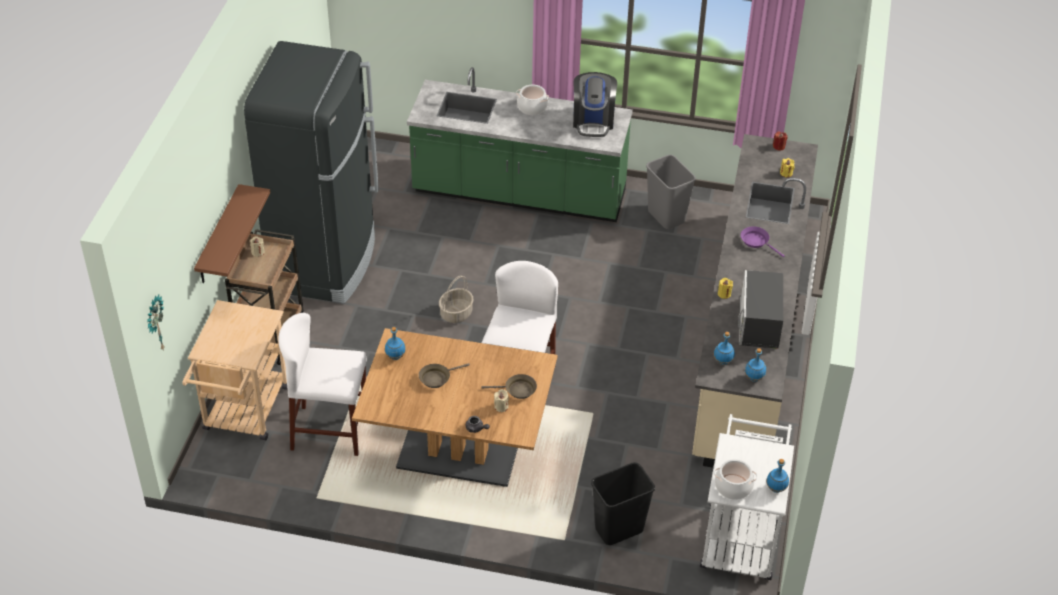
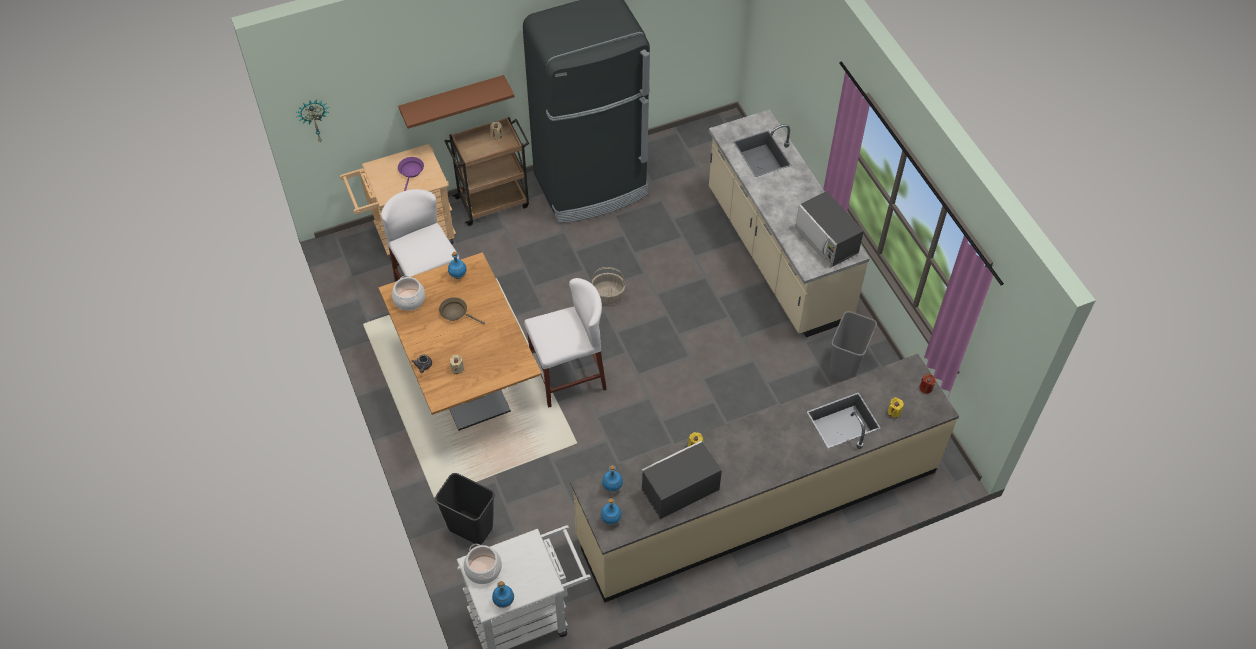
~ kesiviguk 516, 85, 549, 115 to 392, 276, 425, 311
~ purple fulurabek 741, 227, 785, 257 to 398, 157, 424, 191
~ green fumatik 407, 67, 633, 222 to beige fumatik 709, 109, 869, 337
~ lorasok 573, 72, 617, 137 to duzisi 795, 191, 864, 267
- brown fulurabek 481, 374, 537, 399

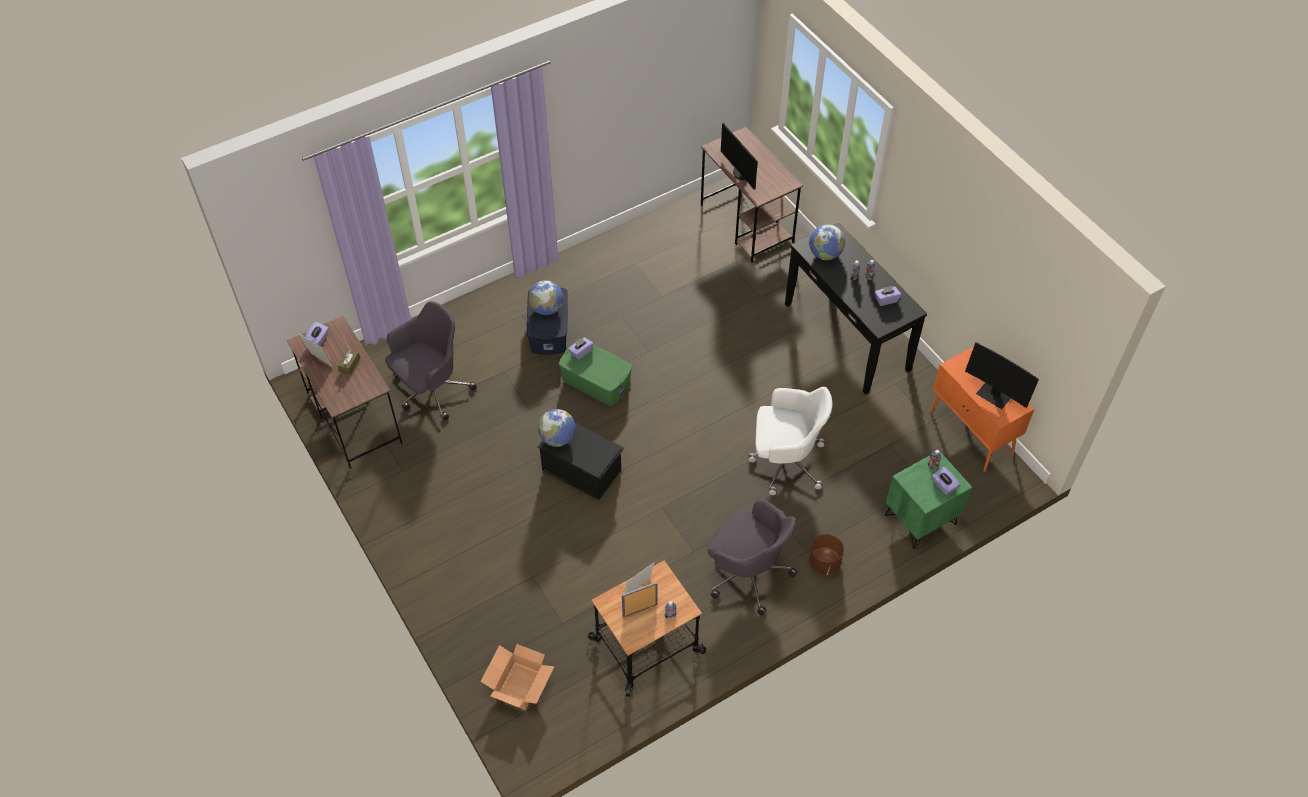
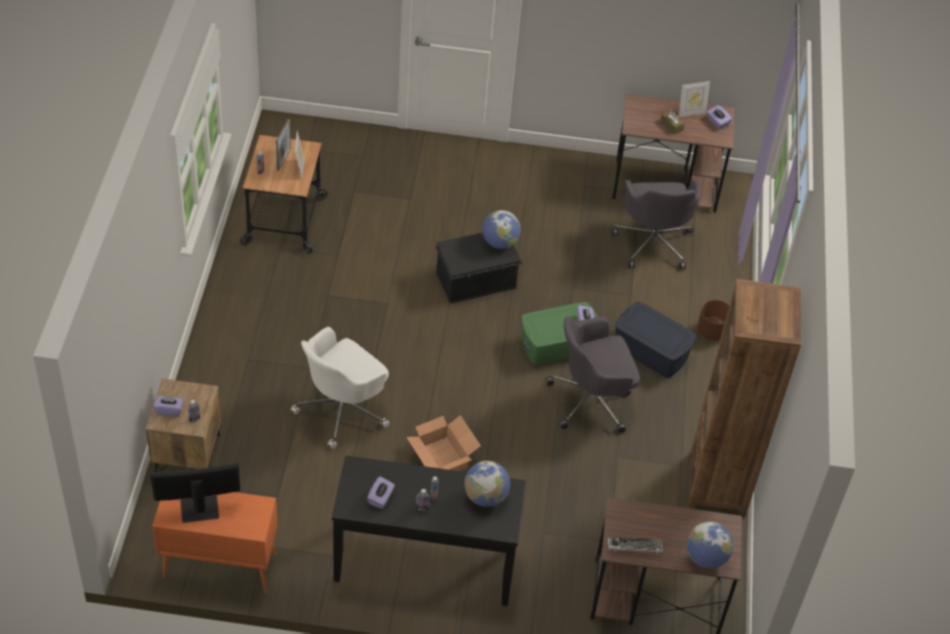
~ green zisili 885, 451, 972, 549 to brown zisili 146, 378, 221, 472
~ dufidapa 480, 644, 555, 710 to 406, 415, 481, 471
~ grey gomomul 708, 498, 798, 616 to 545, 316, 640, 433
+ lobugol 607, 537, 663, 554
~ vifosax 528, 280, 563, 315 to 686, 522, 734, 569
+ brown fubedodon 688, 279, 801, 516
~ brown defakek 809, 534, 844, 575 to 697, 300, 729, 341
- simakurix 721, 123, 758, 190

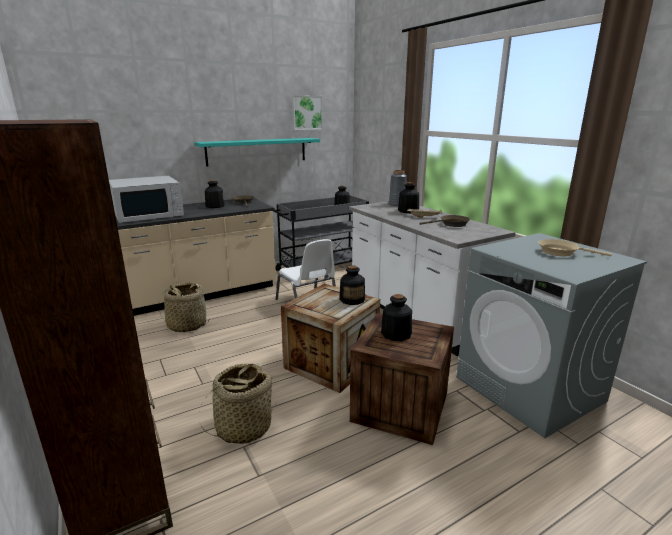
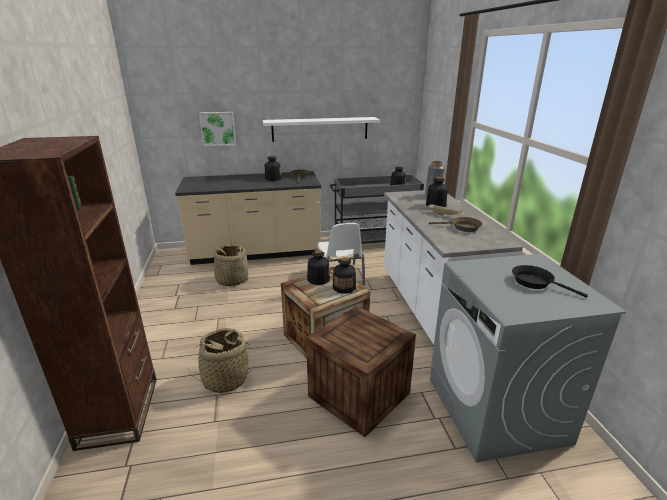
~ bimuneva 292, 95, 323, 130 to 199, 112, 236, 146
~ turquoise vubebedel 195, 138, 320, 167 to white vubebedel 263, 117, 380, 142
~ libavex 381, 294, 412, 341 to 307, 250, 330, 285
~ beige fulurabek 538, 239, 612, 256 to black fulurabek 512, 265, 588, 298
- white duzisi 109, 176, 184, 223

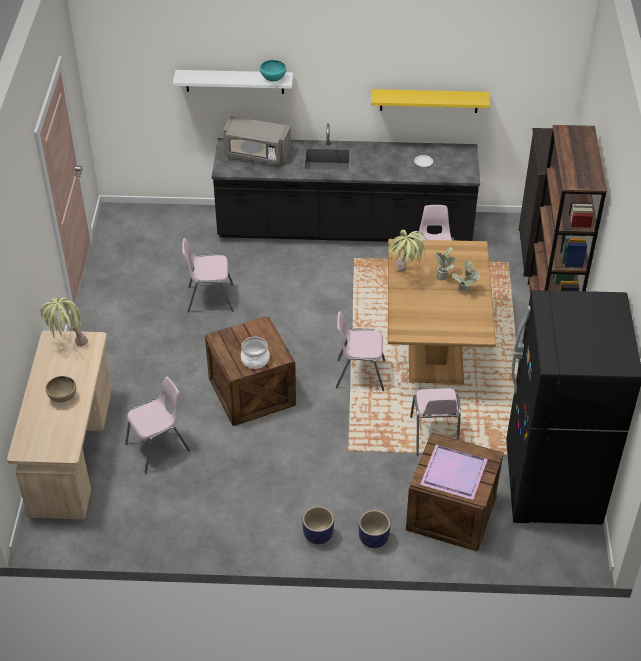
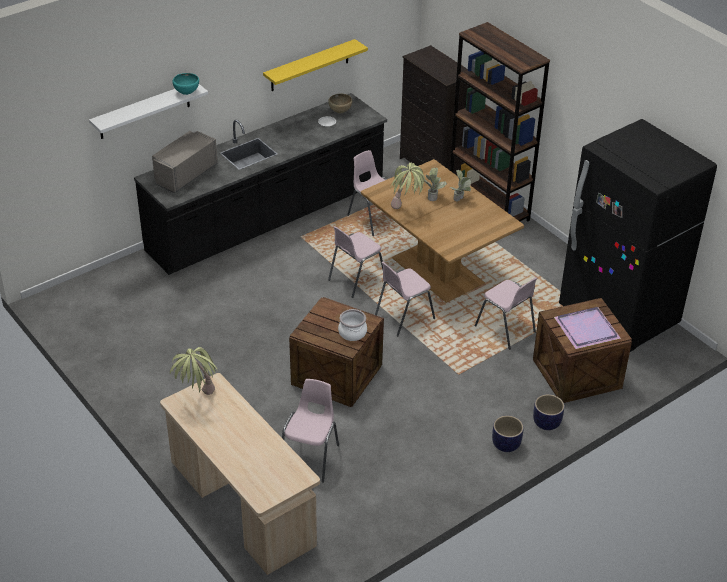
~ grey duzisi 223, 116, 291, 165 = 152, 131, 217, 193 150 degrees clockwise
~ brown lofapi 46, 376, 76, 403 to 328, 94, 352, 113
~ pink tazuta 182, 238, 234, 313 to 328, 226, 383, 298

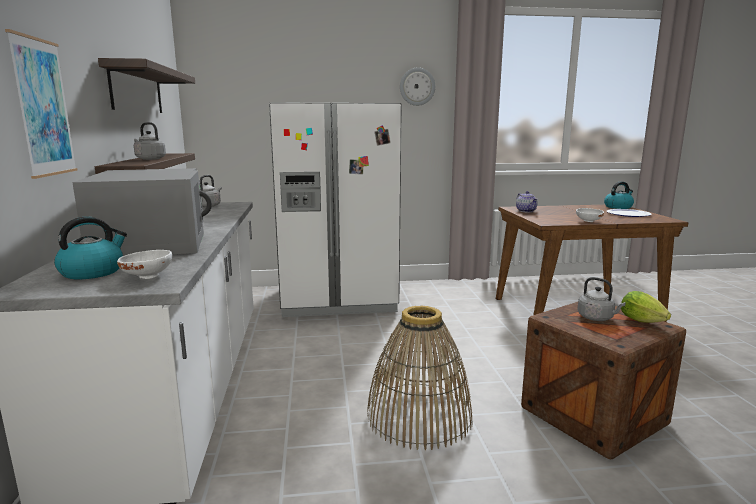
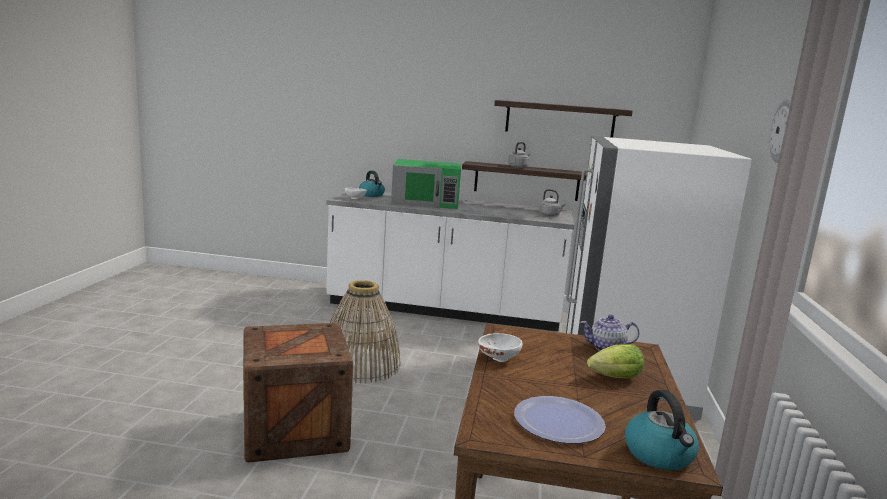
~ grey duzisi 72, 168, 212, 256 to green duzisi 391, 159, 461, 209
~ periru 621, 291, 671, 323 to 587, 344, 644, 378
- bimuneva 5, 29, 78, 179
- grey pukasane 577, 277, 626, 321

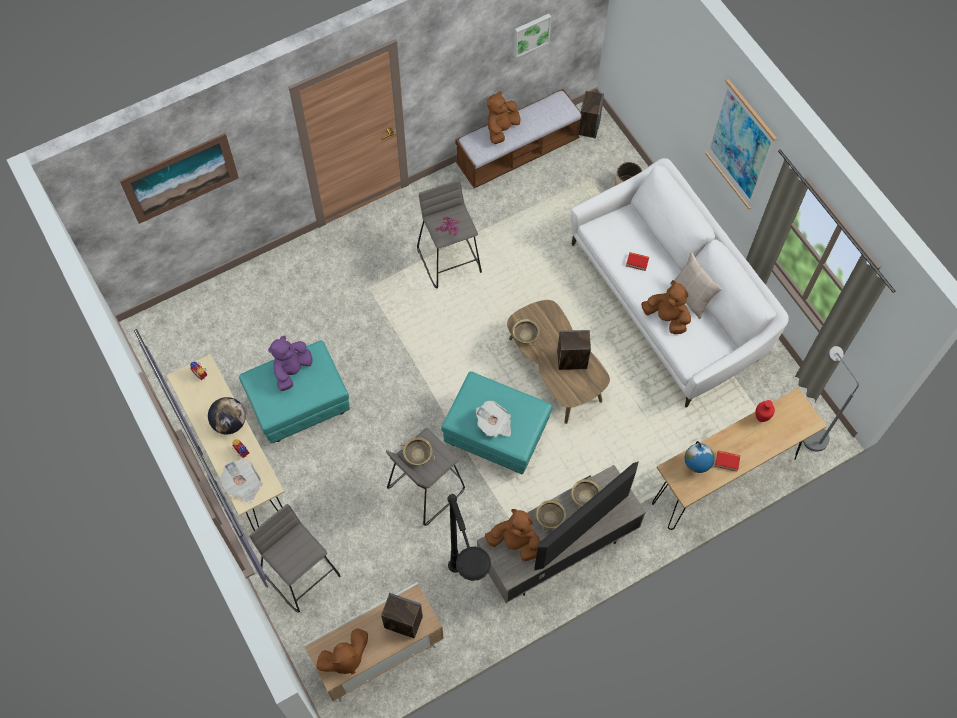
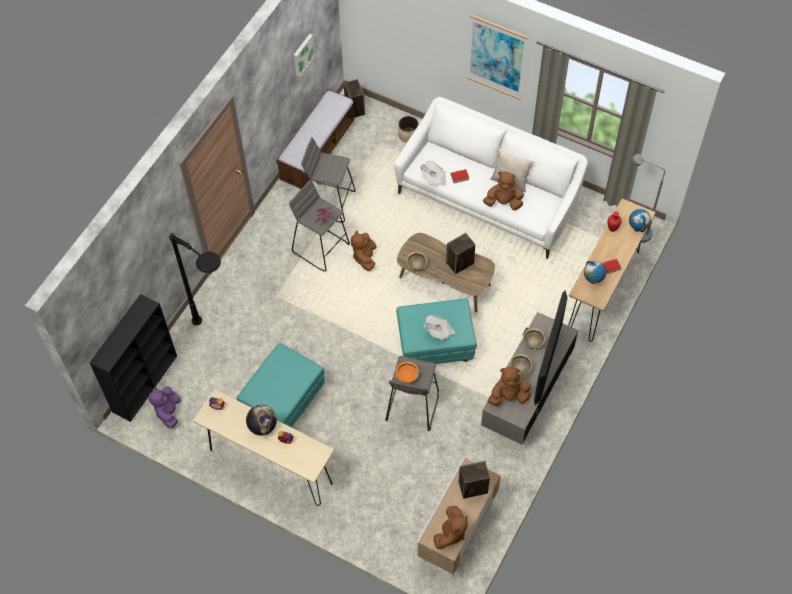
+ black fubedodon 89, 294, 177, 422
~ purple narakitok 268, 336, 312, 391 to 149, 386, 181, 428
~ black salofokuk 447, 494, 491, 581 to 169, 233, 221, 325
~ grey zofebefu 250, 504, 341, 613 to 301, 137, 356, 223
~ brown narakitok 487, 91, 520, 144 to 351, 230, 377, 271
~ beige lofapi 400, 437, 435, 466 to orange lofapi 393, 361, 422, 383
~ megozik 220, 459, 263, 503 to 420, 161, 446, 186
+ vifosax 629, 209, 651, 232
- bimuneva 119, 133, 239, 224

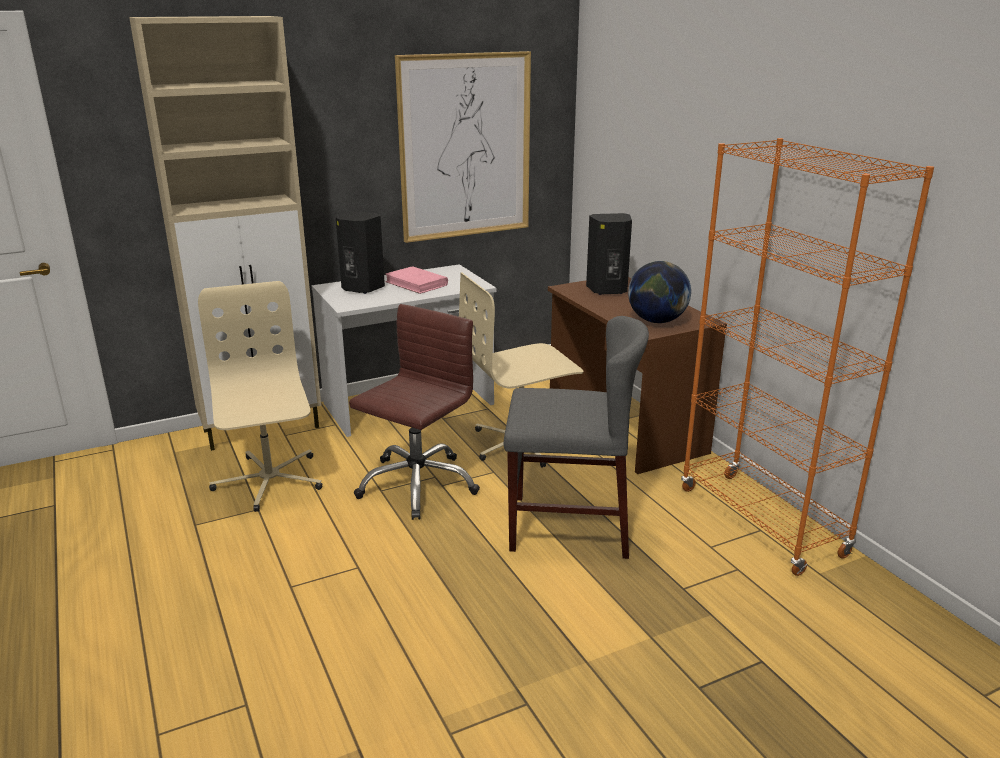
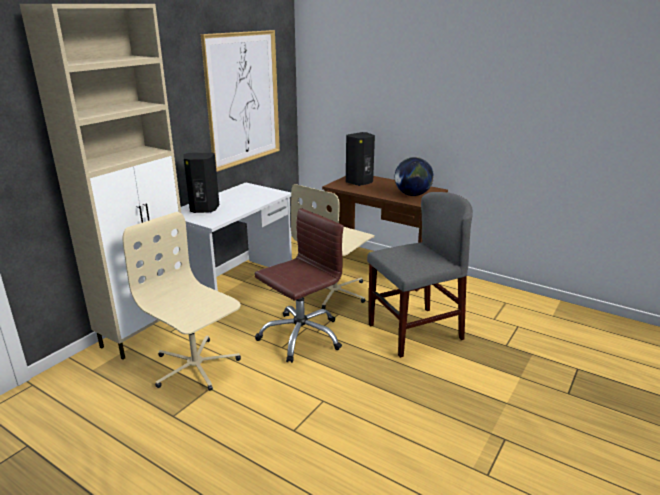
~ brown gomomul 349, 304, 480, 520 = 254, 208, 344, 363 45 degrees clockwise
- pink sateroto 385, 266, 448, 294
- orange fubedodon 681, 138, 934, 576

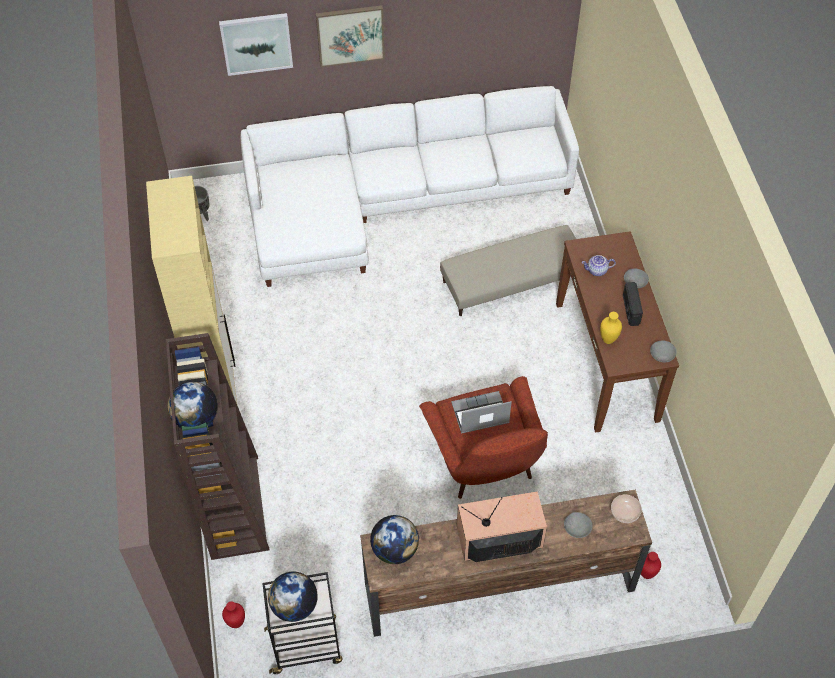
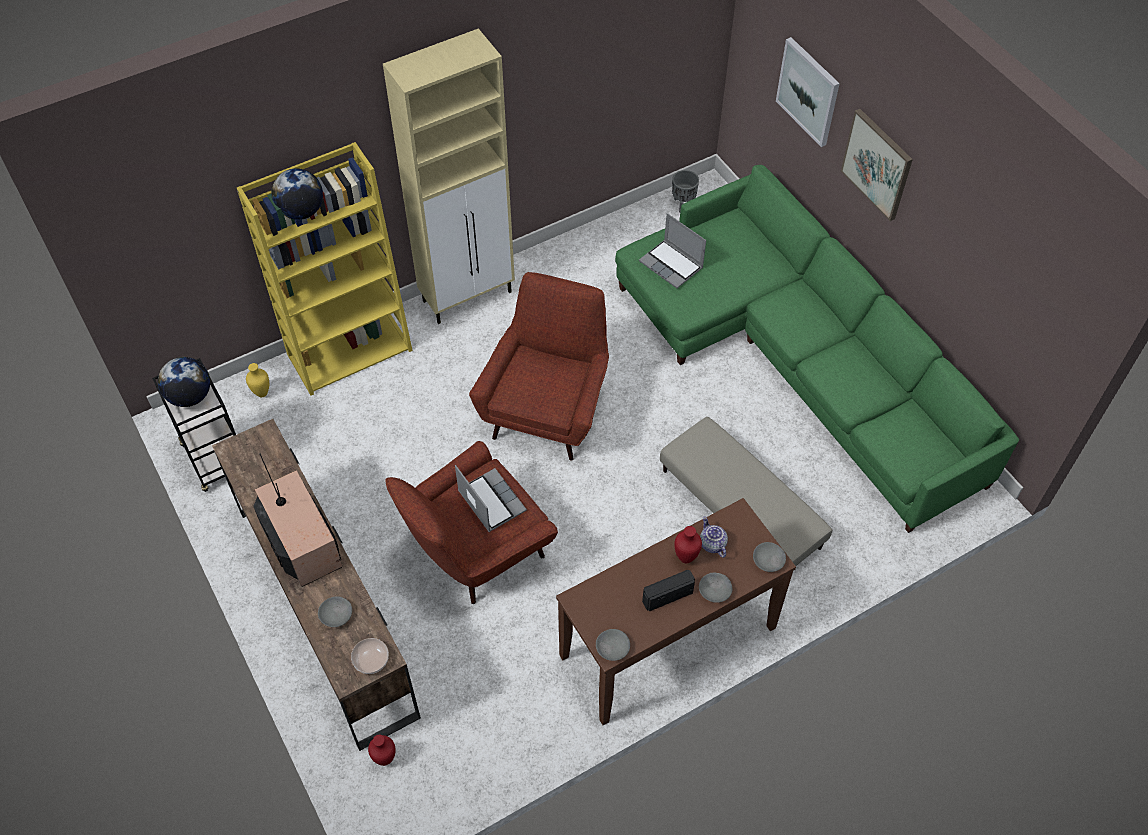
~ brown fubedodon 165, 333, 269, 560 to yellow fubedodon 237, 142, 413, 396
~ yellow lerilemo 600, 312, 622, 344 to 246, 363, 269, 398
+ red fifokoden 469, 272, 609, 461
~ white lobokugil 241, 86, 579, 287 to green lobokugil 615, 165, 1019, 533
+ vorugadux 639, 213, 706, 288
~ red lerilemo 222, 601, 245, 628 to 674, 526, 702, 563
+ grey lofapi 753, 542, 786, 572
- vifosax 370, 515, 419, 564

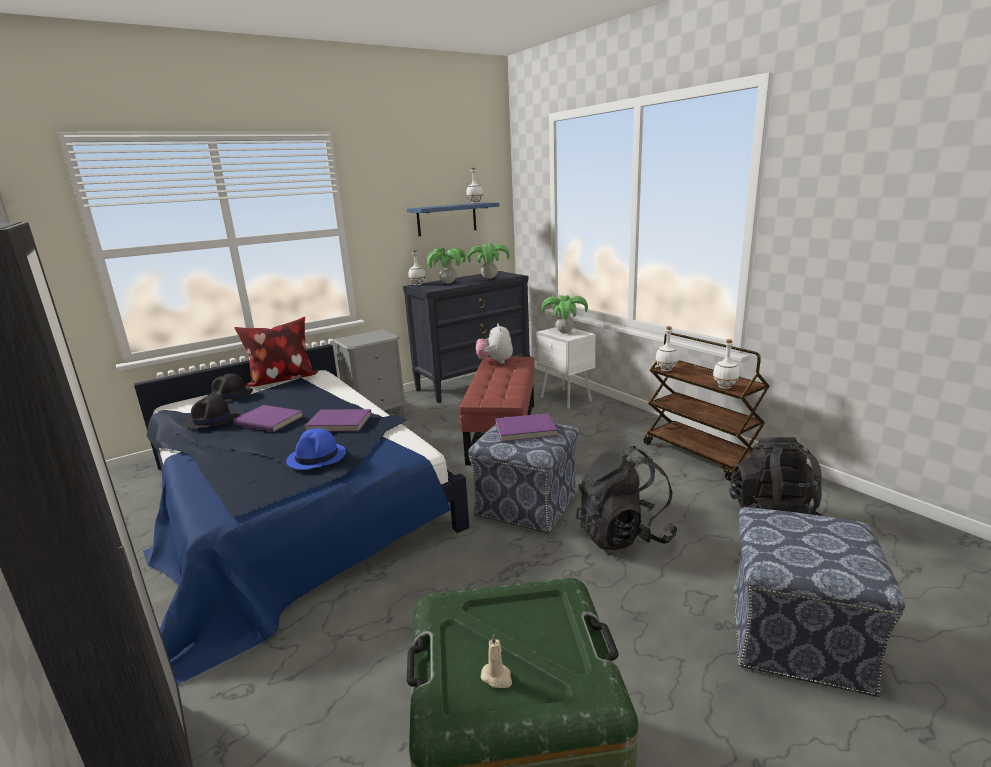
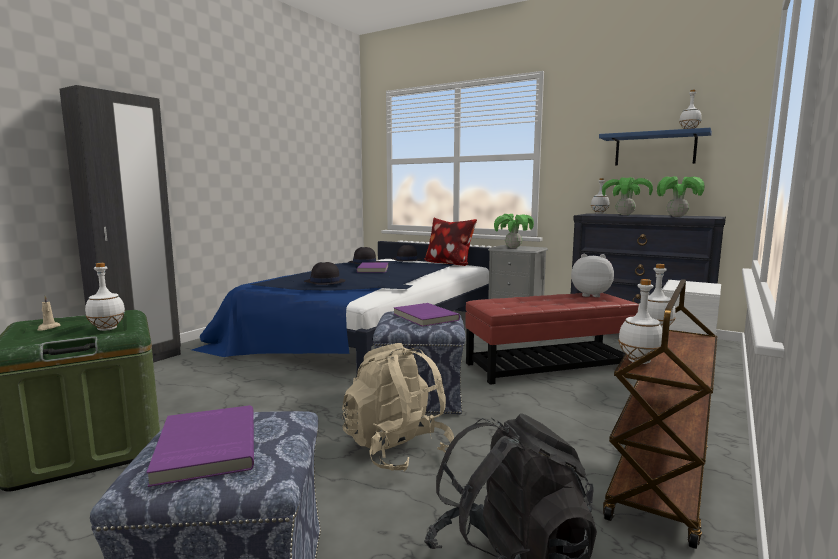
+ white libavex 85, 263, 125, 331
~ purple sateroto 305, 409, 372, 432 to 146, 405, 254, 487
~ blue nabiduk 286, 428, 346, 470 to black nabiduk 304, 262, 346, 285
~ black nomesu 576, 446, 677, 550 to beige nomesu 342, 343, 454, 472
~ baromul 542, 295, 588, 333 to 494, 214, 534, 248
~ narakitok 476, 323, 513, 364 = 571, 254, 614, 297 45 degrees clockwise

